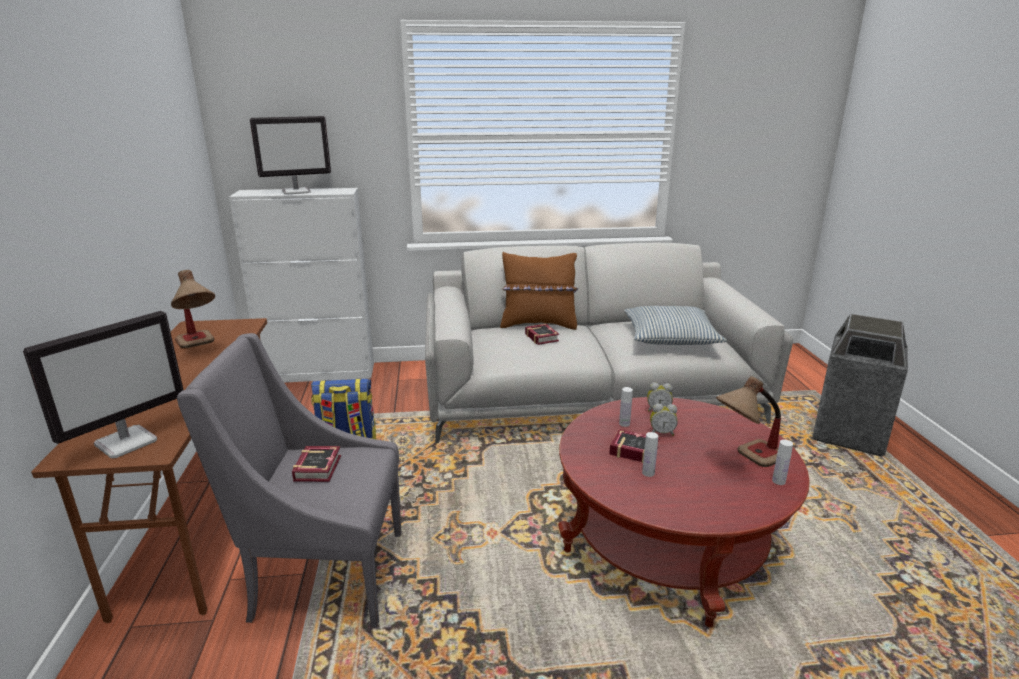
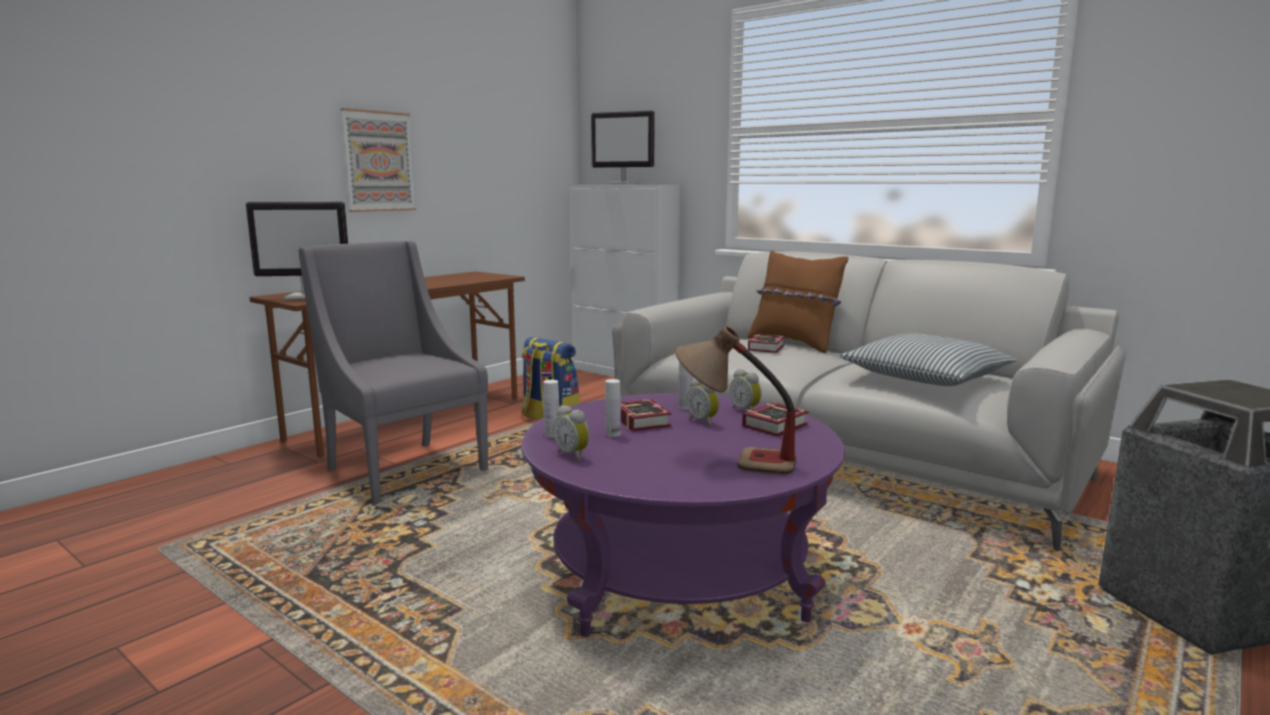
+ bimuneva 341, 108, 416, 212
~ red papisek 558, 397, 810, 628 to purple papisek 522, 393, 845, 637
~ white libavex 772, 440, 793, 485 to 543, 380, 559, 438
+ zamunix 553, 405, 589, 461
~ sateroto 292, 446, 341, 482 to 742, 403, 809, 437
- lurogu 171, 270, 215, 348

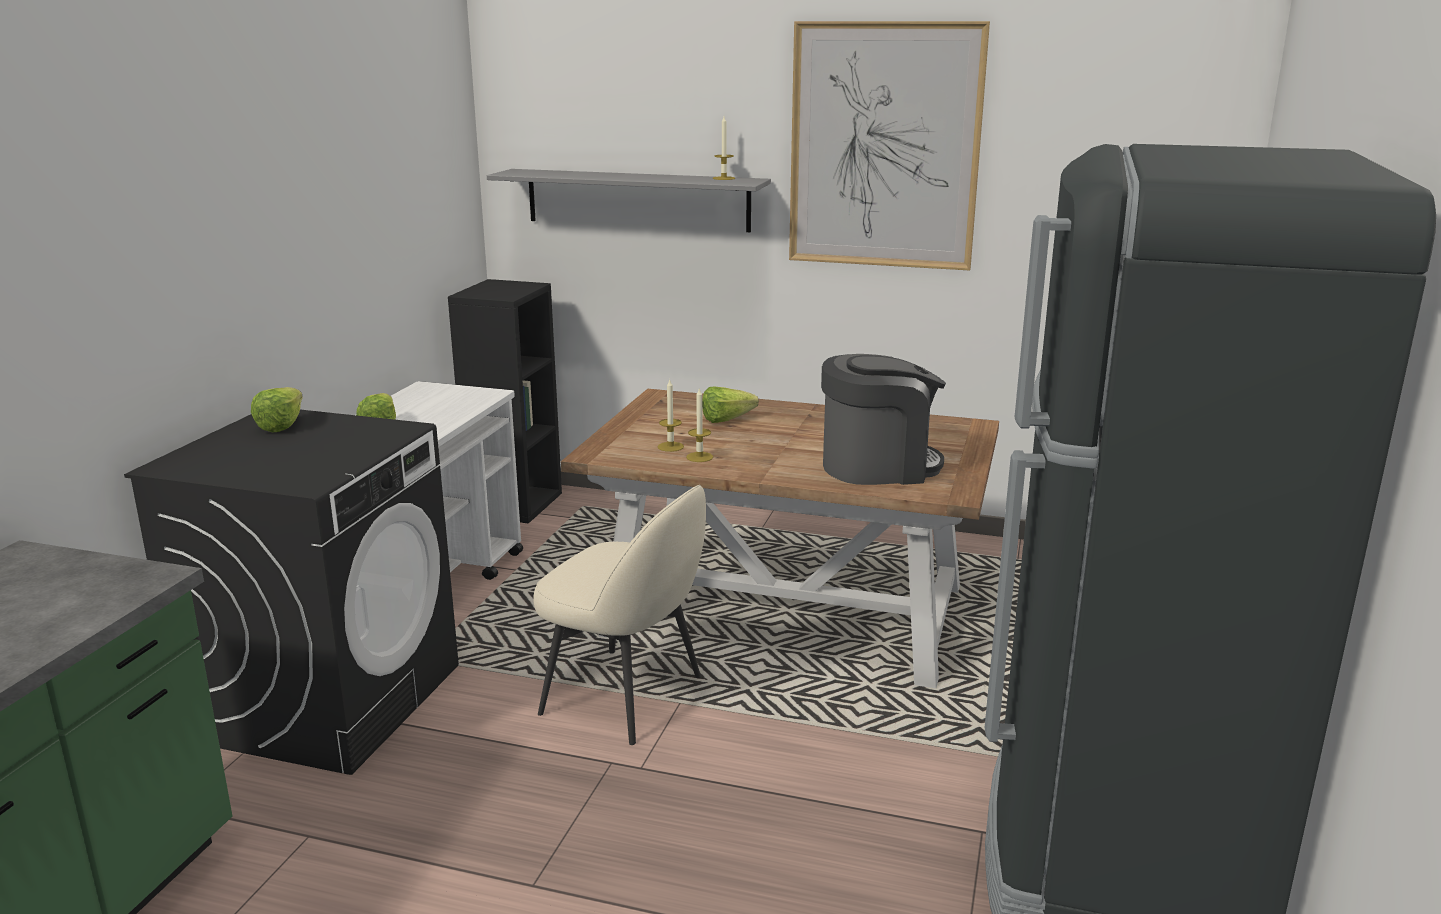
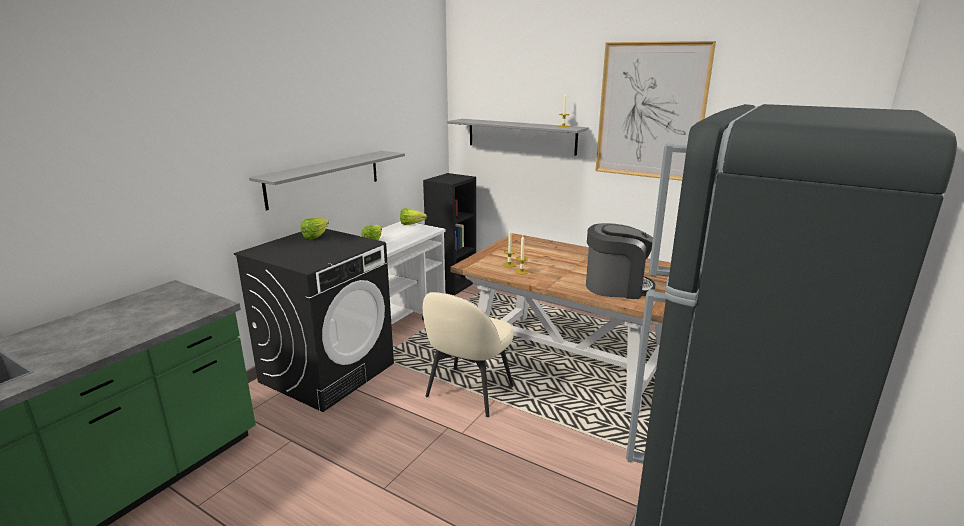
+ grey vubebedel 249, 151, 405, 211
~ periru 702, 387, 759, 423 to 400, 208, 427, 225
~ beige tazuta 533, 485, 706, 745 = 423, 292, 514, 417 75 degrees clockwise

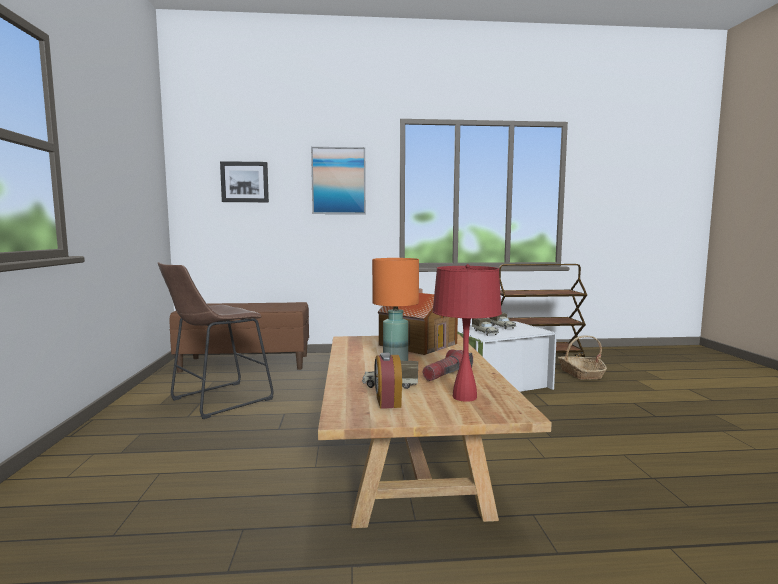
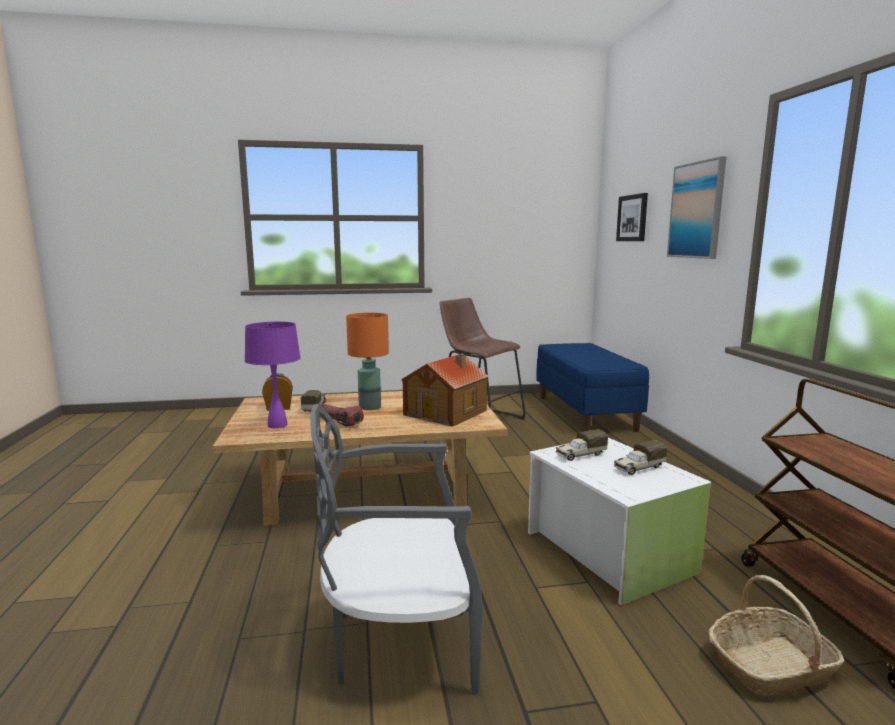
~ red lurogu 432, 264, 502, 402 to purple lurogu 245, 321, 301, 428
+ grey tazuta 310, 404, 484, 695
~ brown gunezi 169, 302, 309, 373 to blue gunezi 536, 343, 649, 432

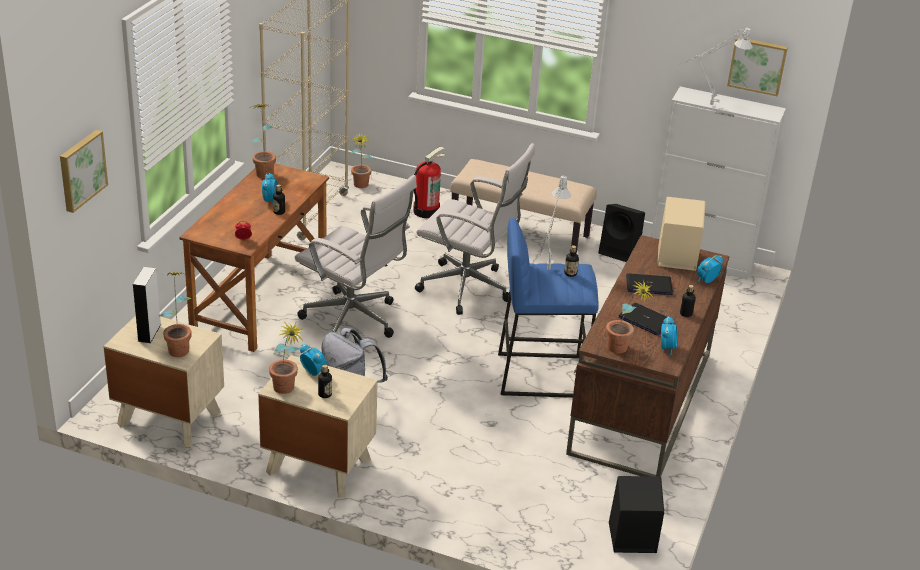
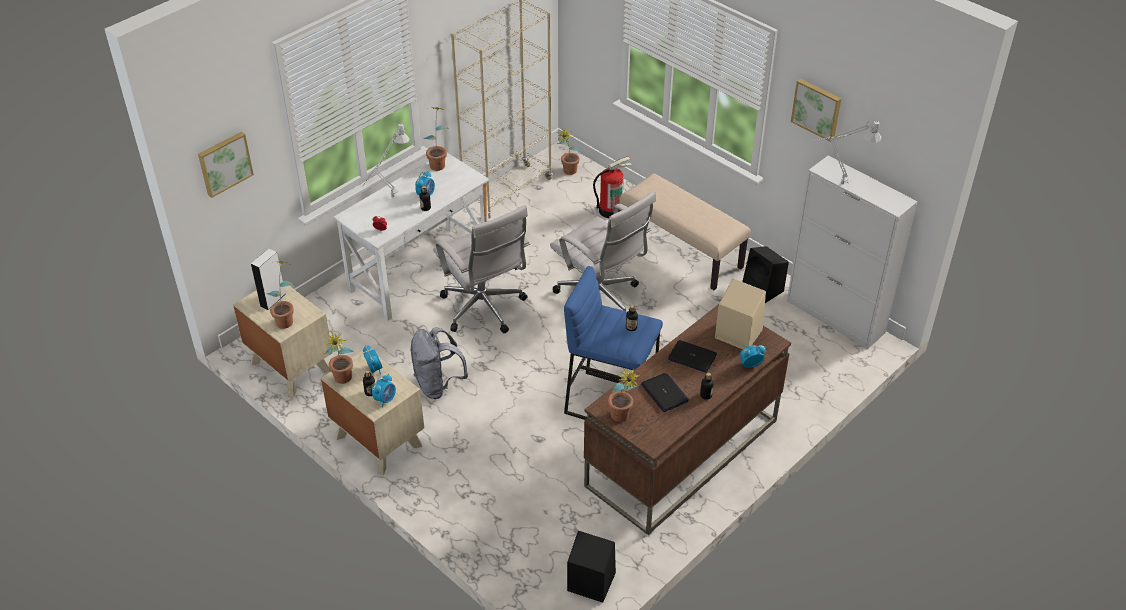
~ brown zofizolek 179, 164, 329, 352 to white zofizolek 333, 153, 489, 321
~ grey lurogu 540, 176, 572, 270 to 363, 124, 410, 197
~ zamunix 661, 316, 677, 355 to 372, 374, 396, 407
~ bimuneva 727, 37, 788, 96 to 791, 79, 841, 142

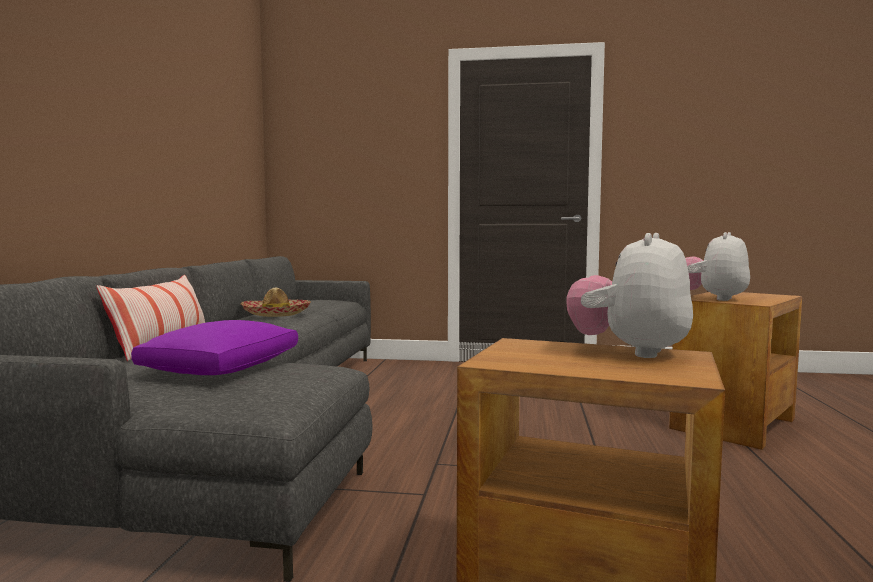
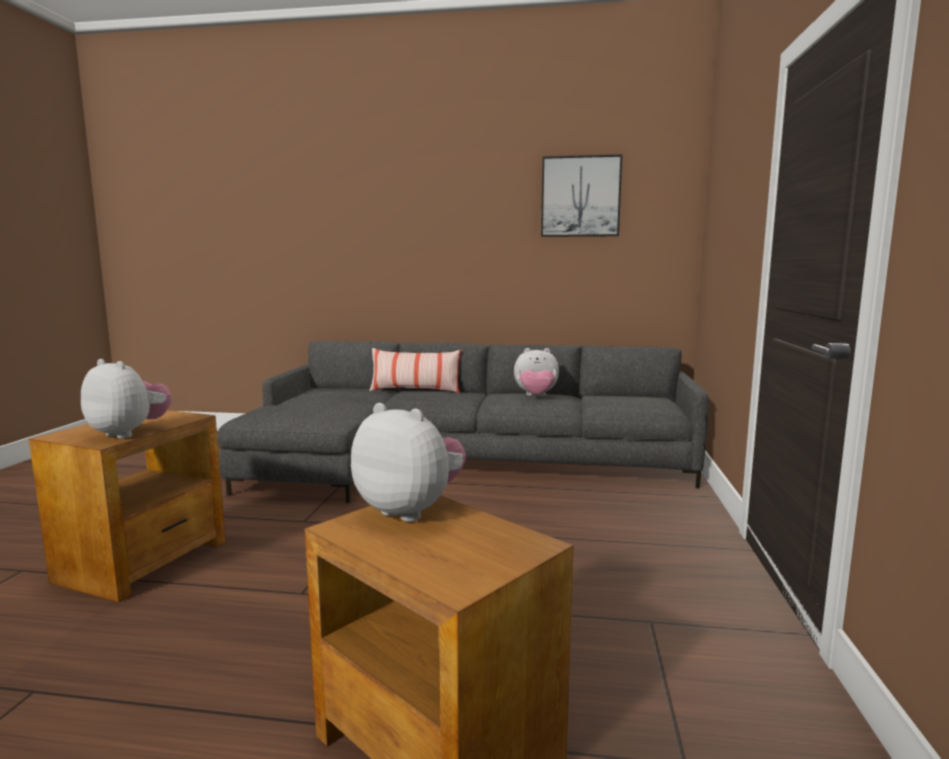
~ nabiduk 241, 287, 311, 317 to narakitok 514, 348, 559, 396
+ bimuneva 541, 155, 622, 237
- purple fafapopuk 131, 320, 298, 375

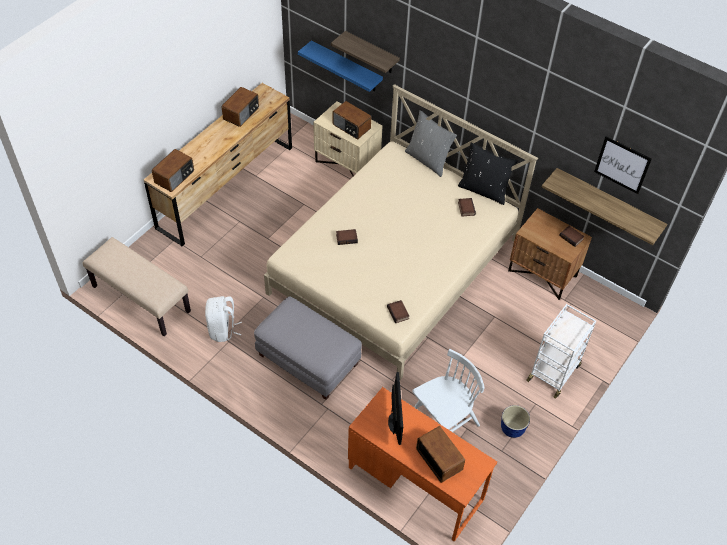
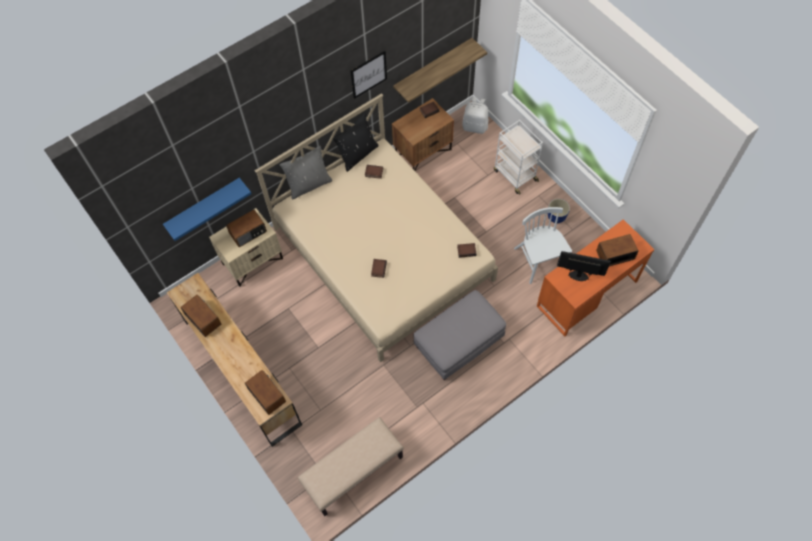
~ bimuneva 594, 136, 652, 194 to 350, 51, 387, 99
~ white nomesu 205, 296, 242, 342 to 462, 97, 488, 134
- vubebedel 331, 31, 400, 73

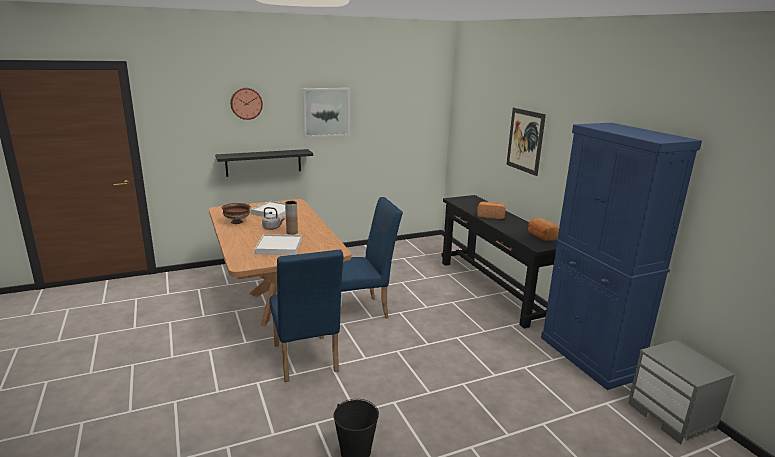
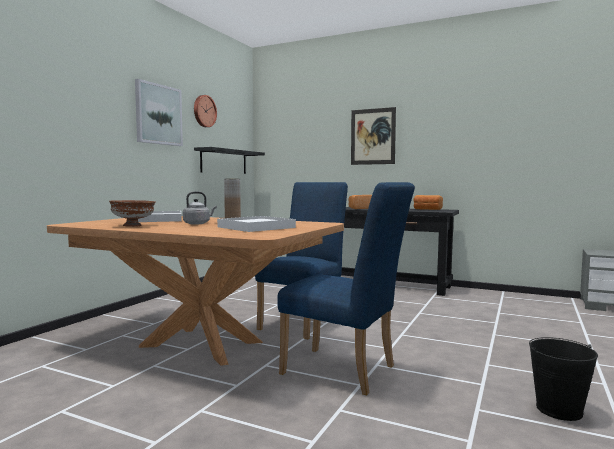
~ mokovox 230, 88, 263, 120 to 194, 95, 217, 127
~ black vubebedel 215, 149, 313, 177 to 194, 147, 265, 174
- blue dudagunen 541, 123, 702, 390

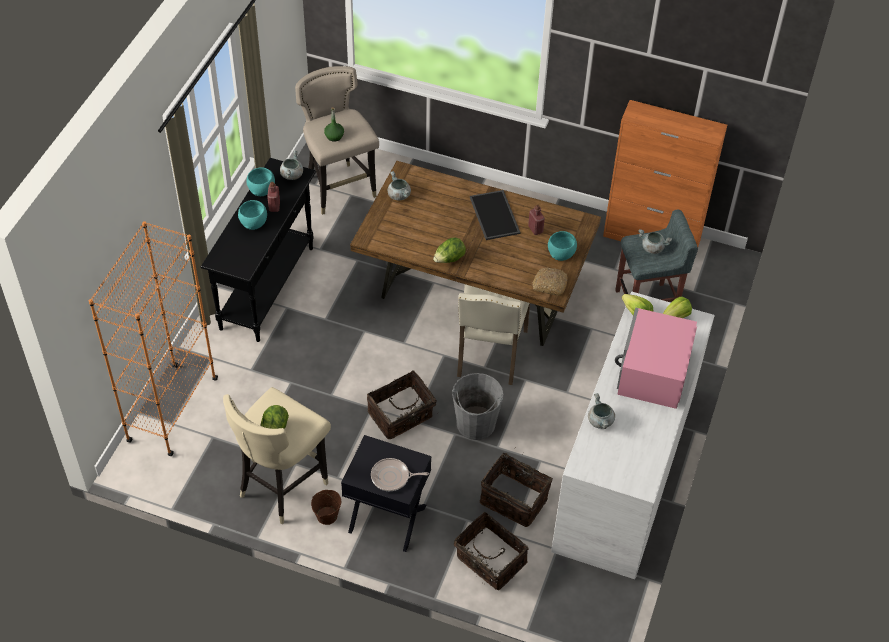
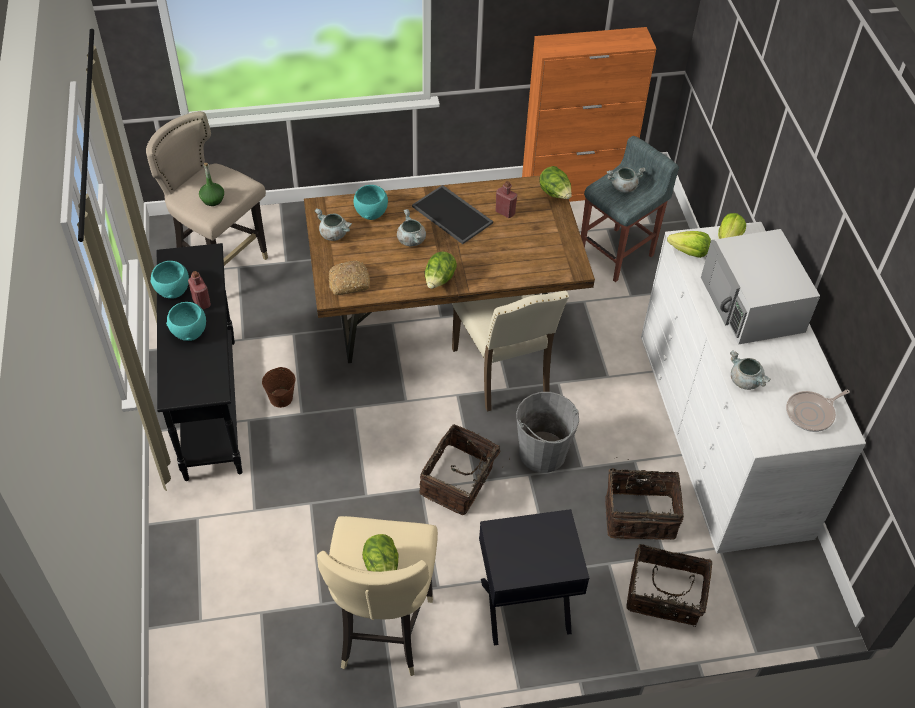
~ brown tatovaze 311, 490, 341, 525 to 262, 367, 295, 408
~ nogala 532, 268, 568, 296 to 329, 261, 370, 295
~ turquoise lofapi 548, 231, 577, 261 to 353, 185, 388, 220
~ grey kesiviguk 280, 150, 303, 180 to 397, 209, 426, 246
+ periru 540, 166, 572, 199
~ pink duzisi 615, 307, 697, 409 to white duzisi 701, 229, 820, 345
~ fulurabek 371, 458, 429, 491 to 786, 390, 850, 432
- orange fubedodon 89, 221, 218, 456

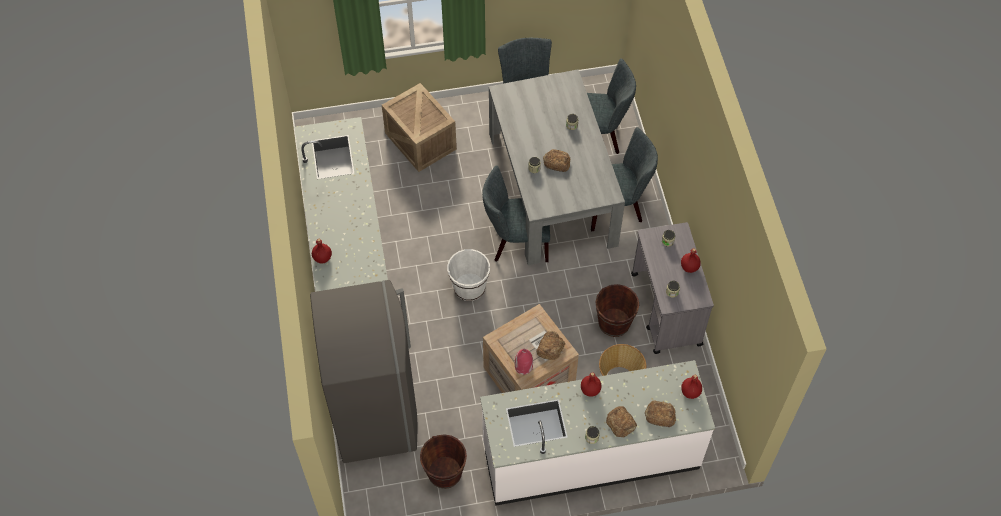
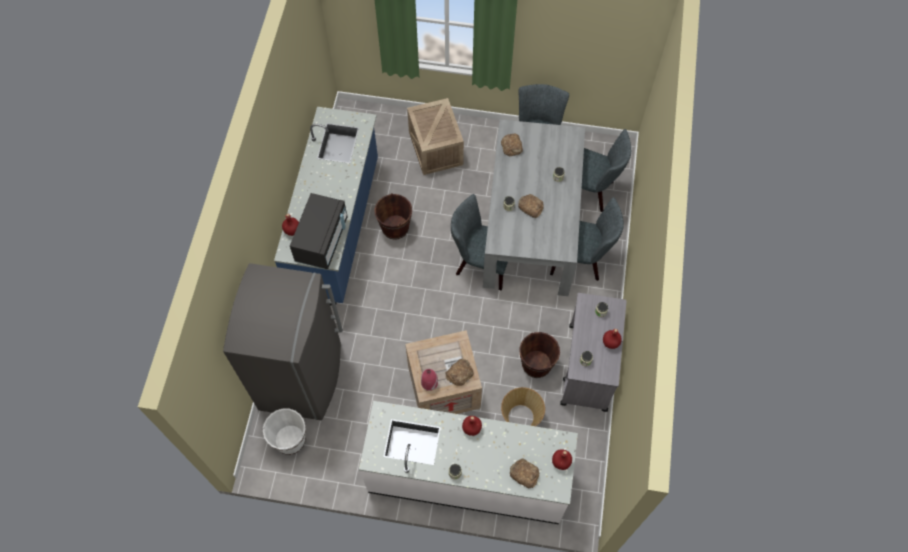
~ white tatovaze 447, 249, 490, 301 to 263, 408, 306, 455
+ black duzisi 290, 193, 348, 269
~ brown tatovaze 420, 434, 467, 489 to 374, 193, 412, 240
~ nogala 606, 406, 637, 437 to 501, 134, 523, 156

